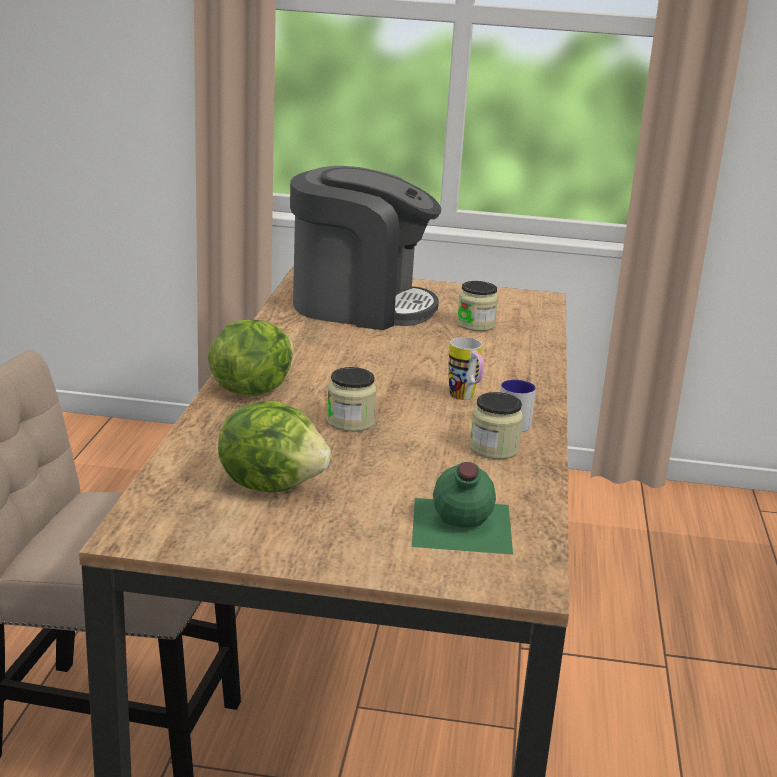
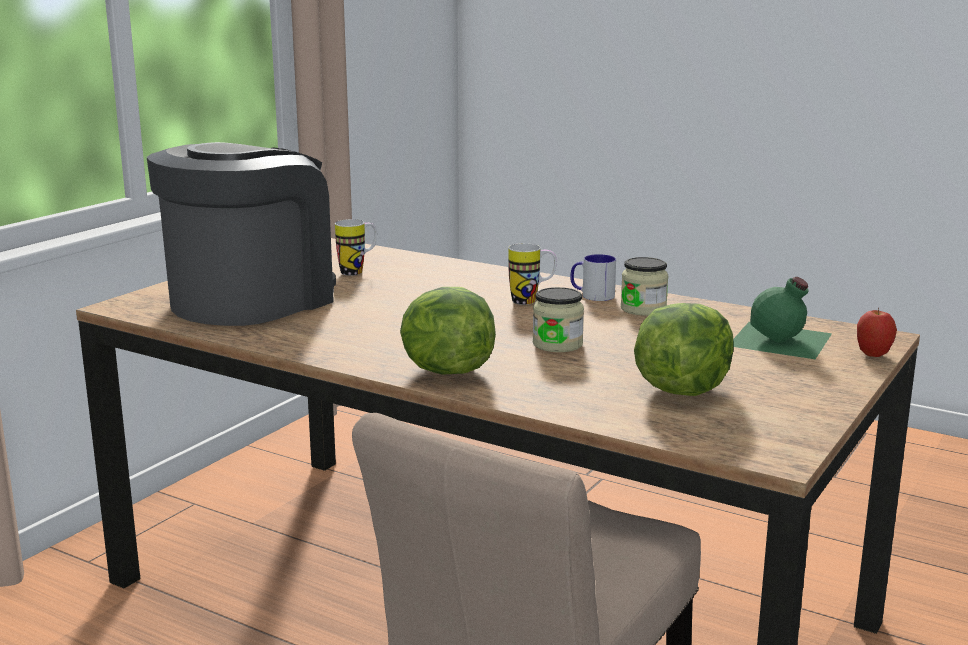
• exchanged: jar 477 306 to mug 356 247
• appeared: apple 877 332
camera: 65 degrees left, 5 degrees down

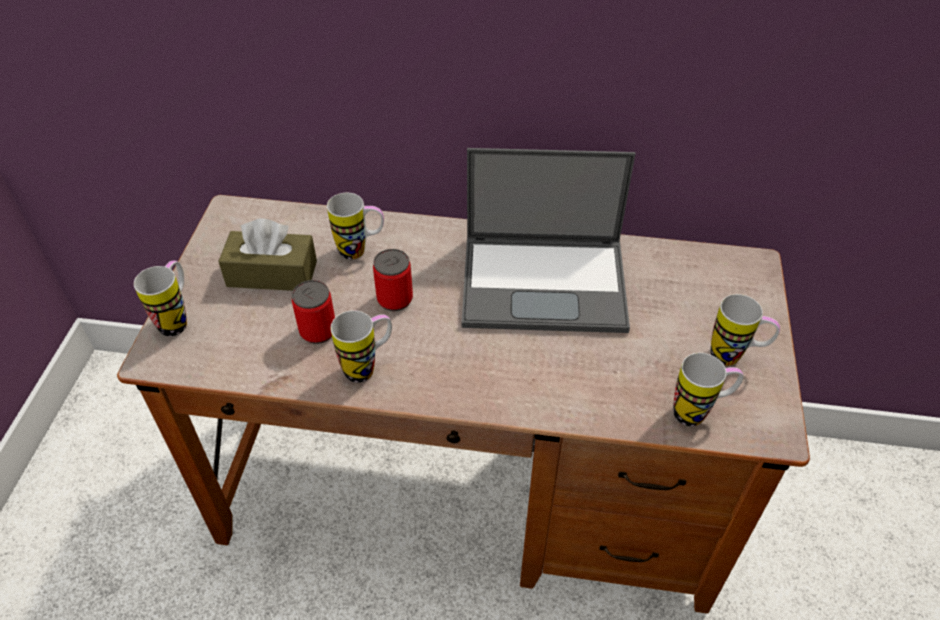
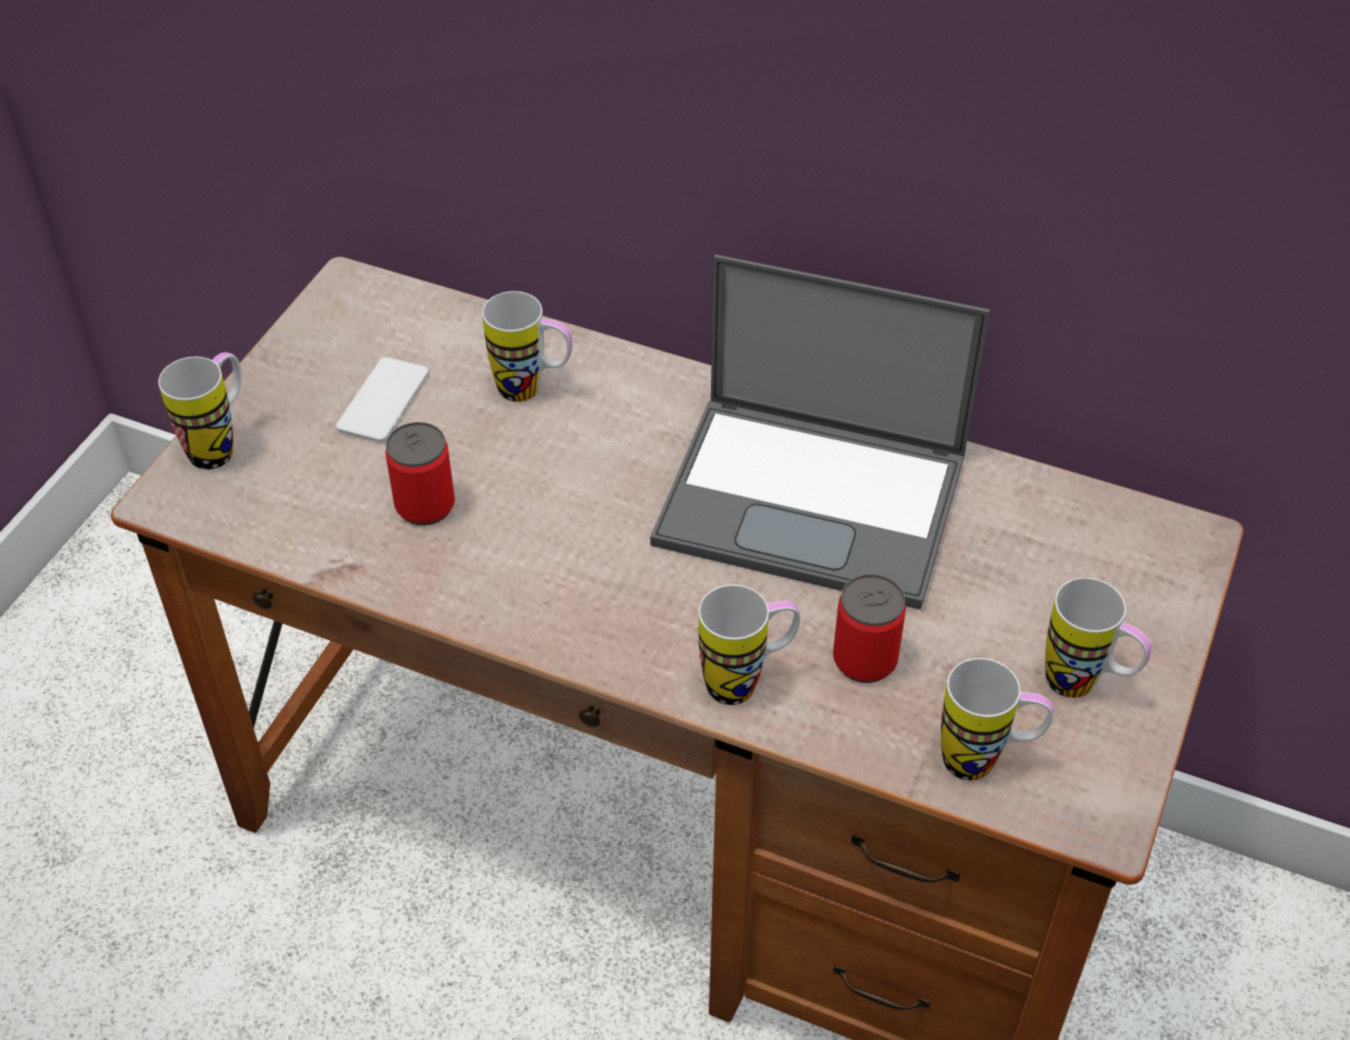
• exchanged: tissue box (brown) 267 255 to phone 382 399
• relocated: mug 361 346 to 749 645
• relocated: can 393 280 to 869 628
camera: 15 degrees right, 0 degrees up

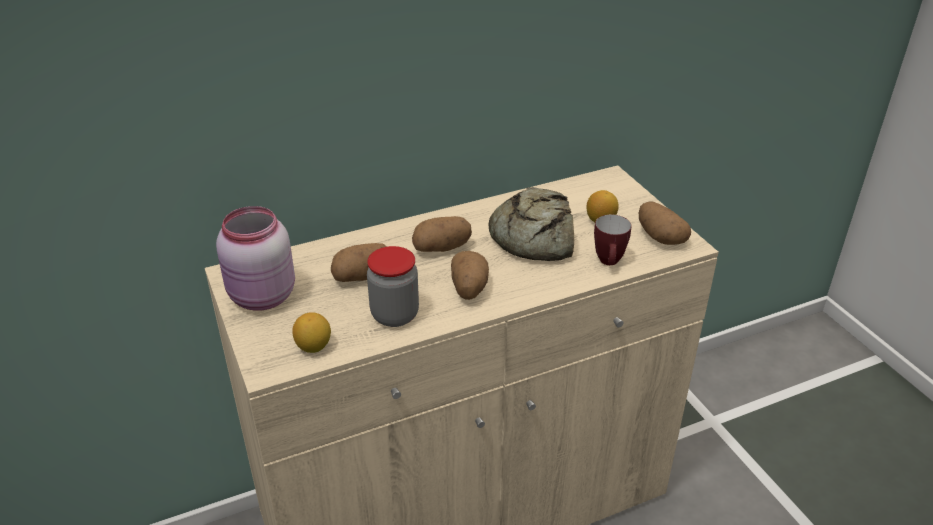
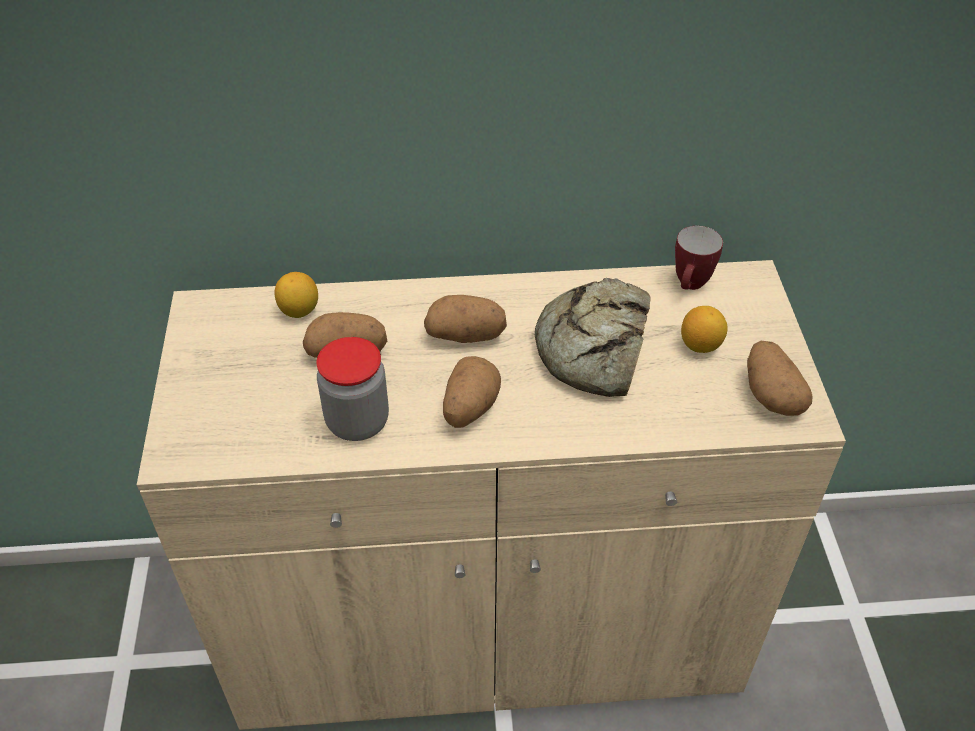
• relocated: lemon 311 332 to 296 295
• relocated: mug 612 239 to 699 258
• missing: jar (pink) 255 258
camera: 20 degrees right, 10 degrees up

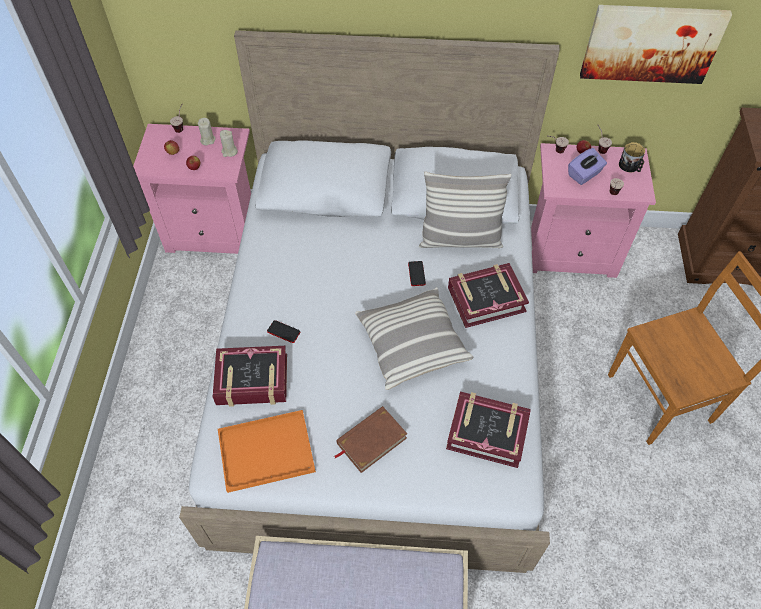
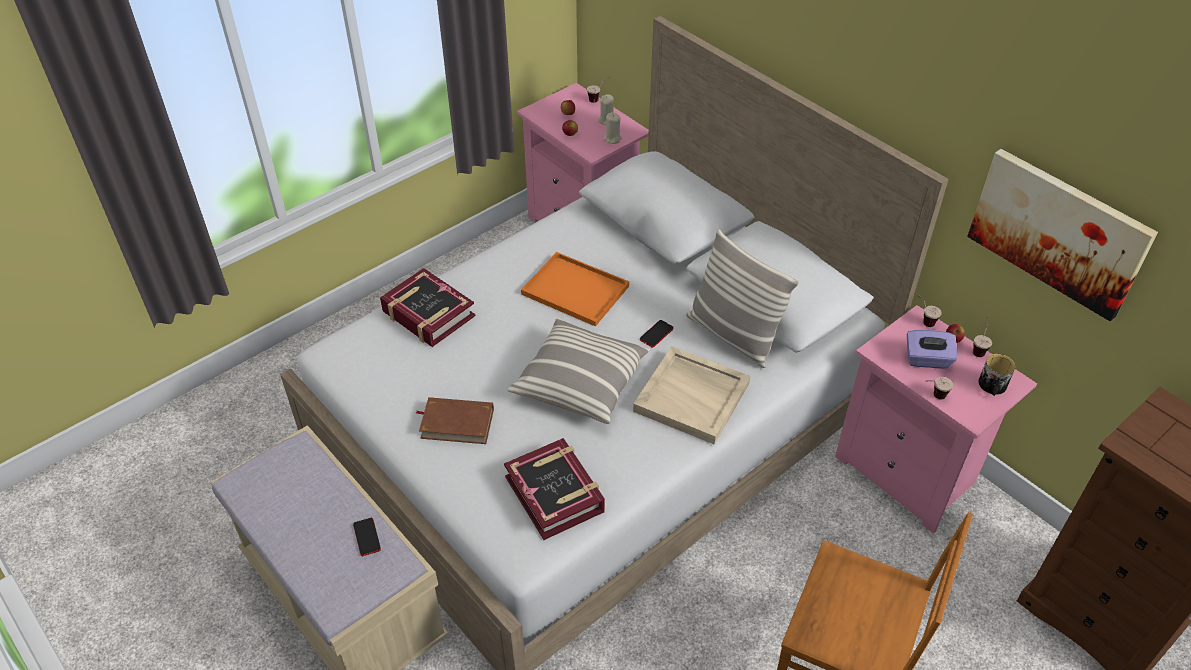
• relocated: phone 284 331 to 367 537
• relocated: tray (orange) 267 451 to 575 289
• exchanged: book 488 295 to tray (beige) 691 395
camera: 45 degrees right, 10 degrees down

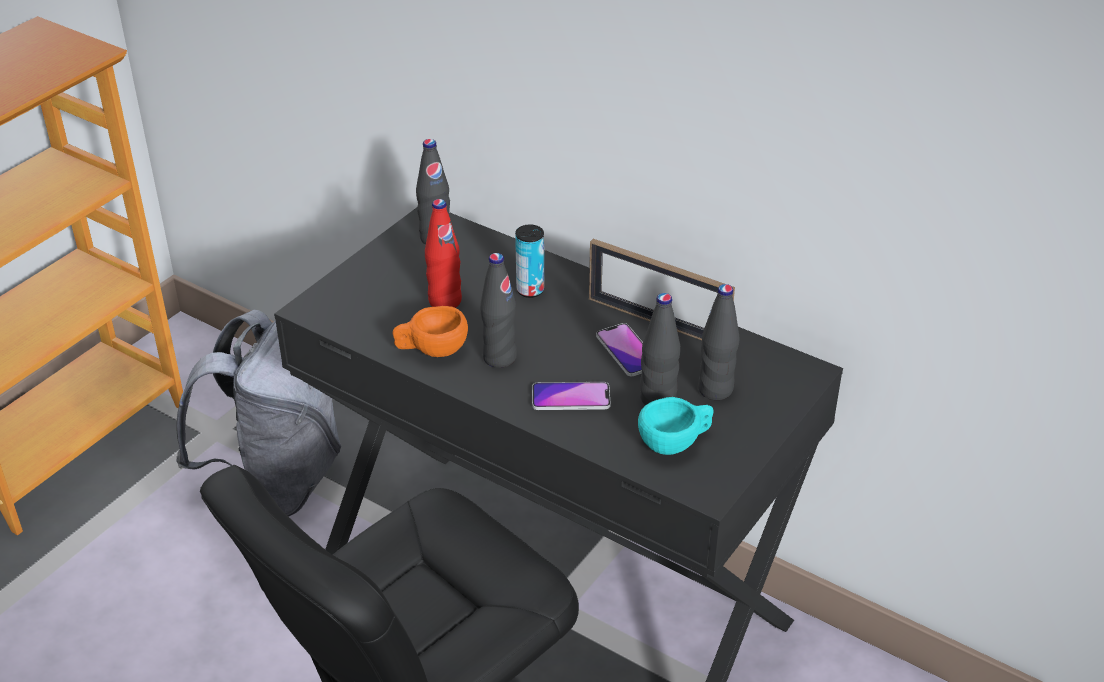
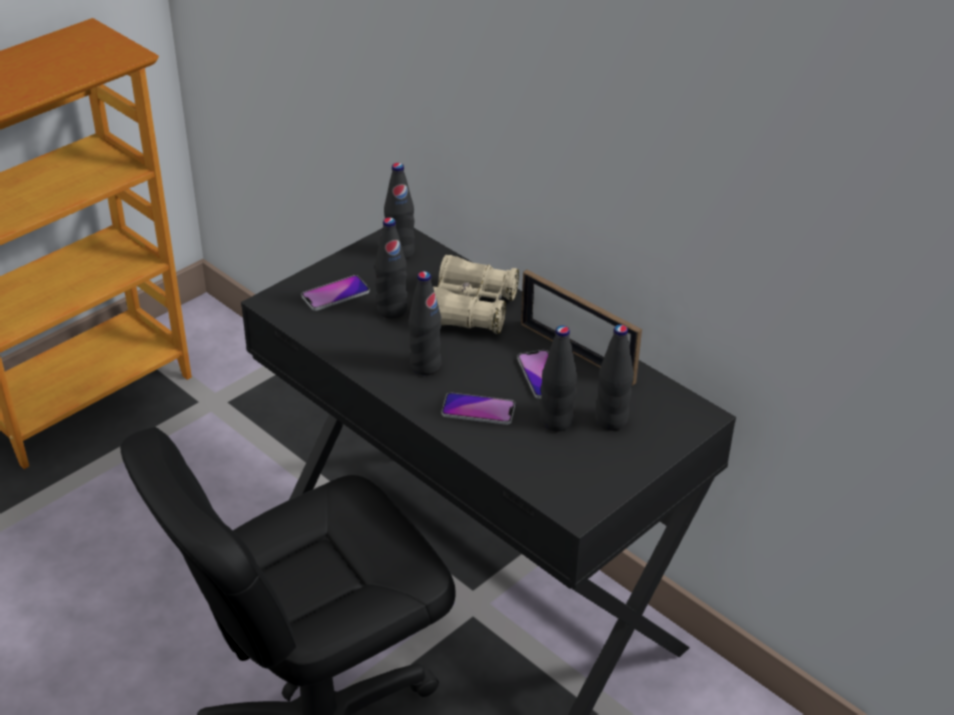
• appeared: phone 336 293
• colour: bottle (red) 443 253 to bottle (black) 391 267
• exchanged: can 529 261 to binoculars (beige) 476 294
• missing: backpack (grey) 259 413
• missing: cup (orange) 430 331
• missing: cup (turquoise) 676 426
camera: 10 degrees right, 0 degrees up

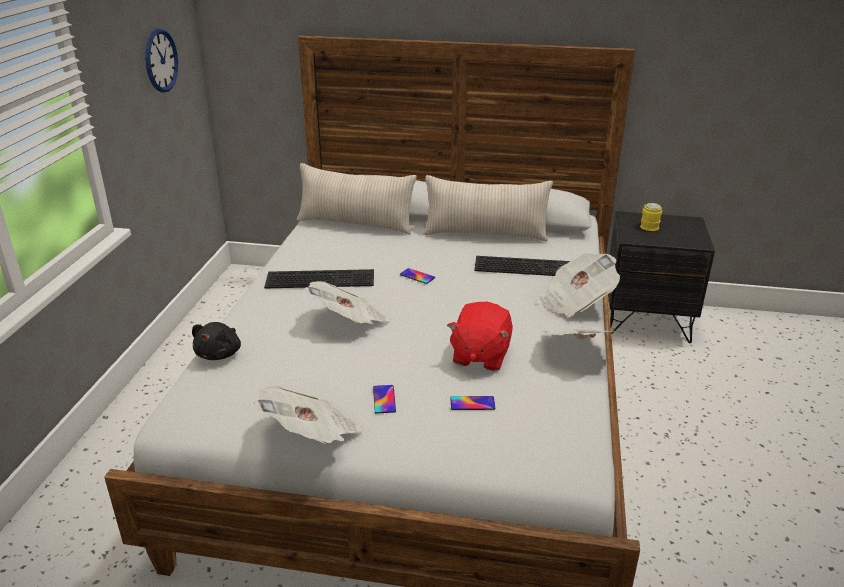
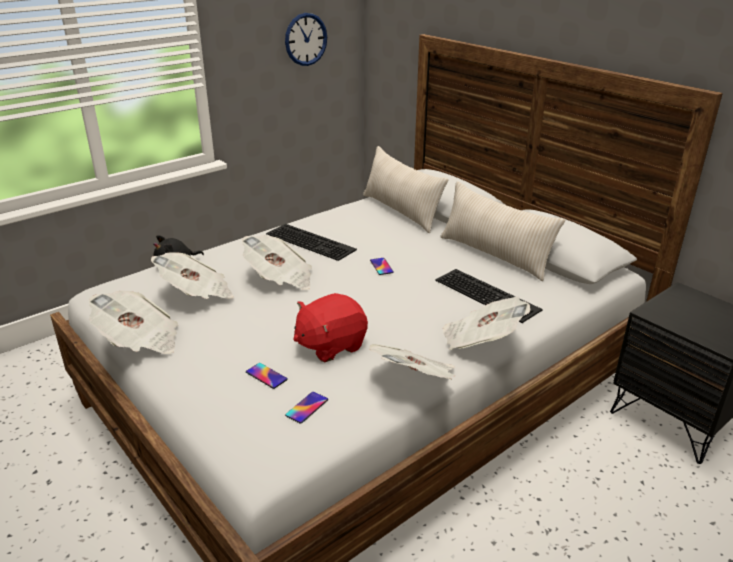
• appeared: newspaper 192 275
• relocated: phone 384 399 to 306 408
• missing: mug (yellow) 651 217
camera: 40 degrees right, 0 degrees up

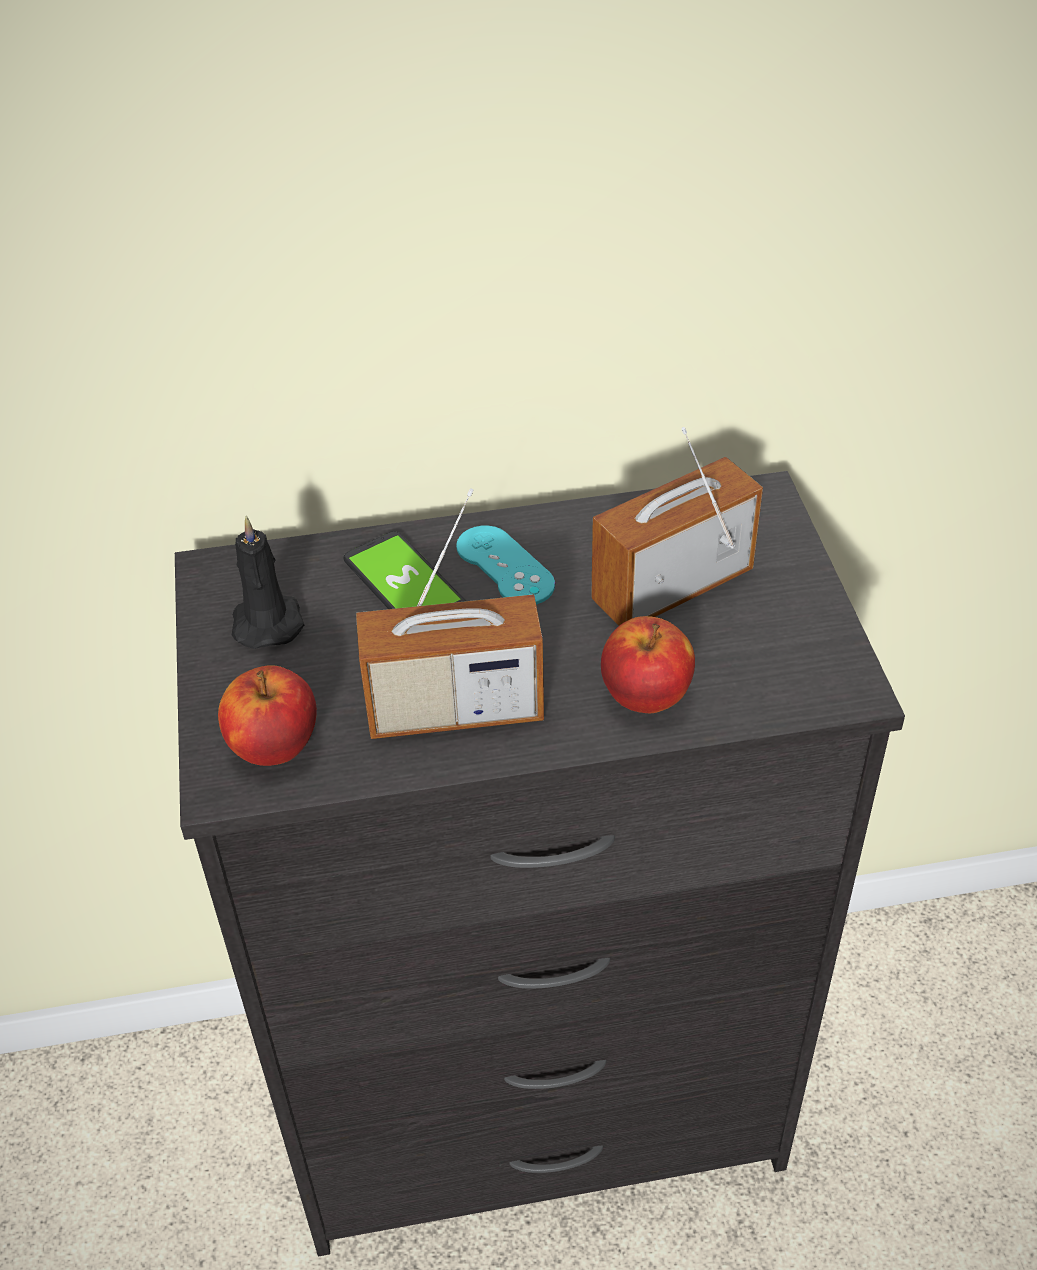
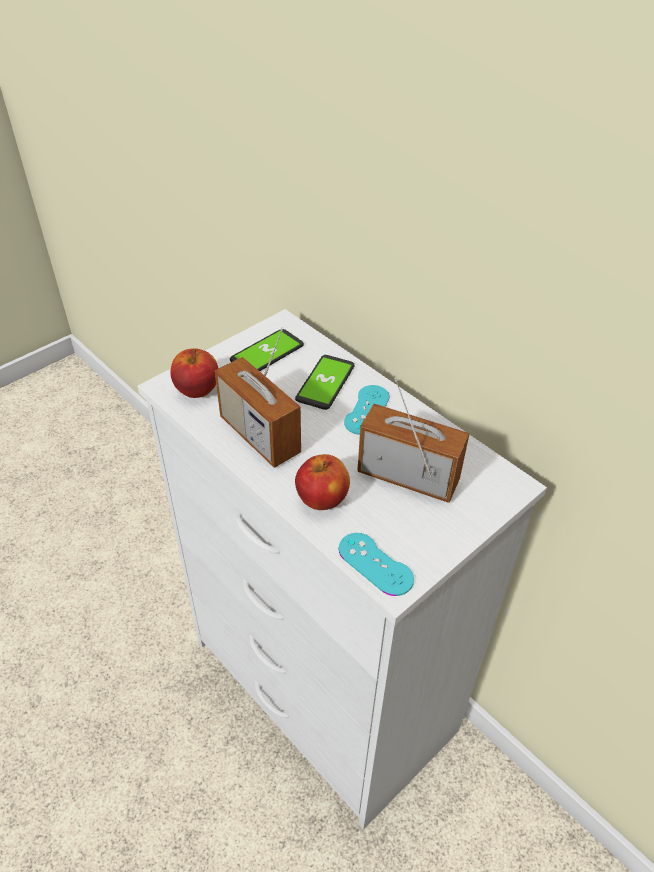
• colour: dresser (black) 540 864 to dresser (white) 342 569
• exchanged: candle (black) 268 582 to phone 267 350
• appeared: game controller (turquoise) 376 564
camera: 55 degrees right, 0 degrees up

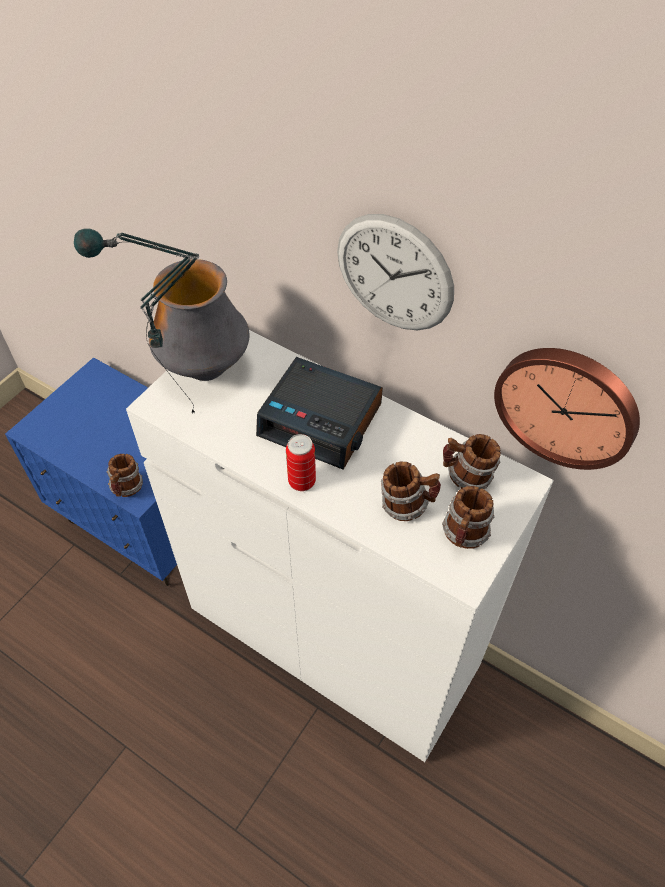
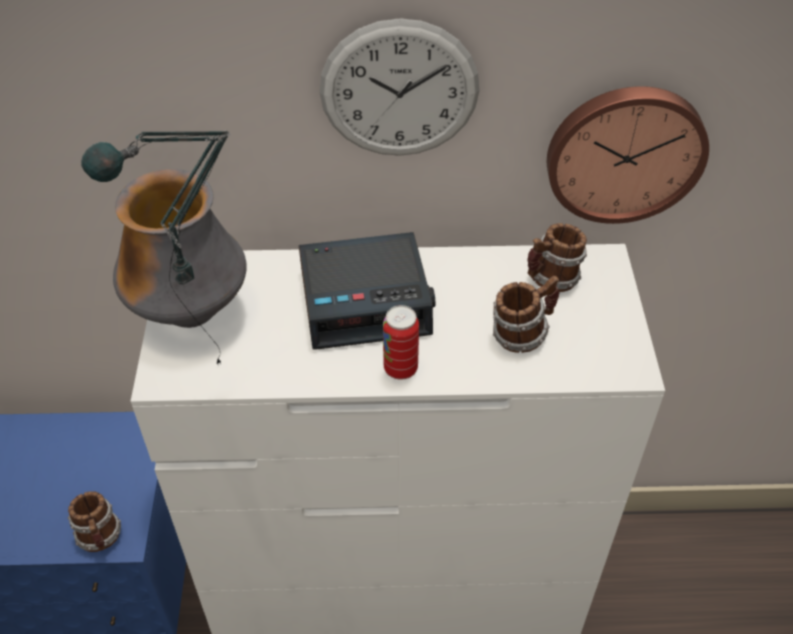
• missing: mug 468 517
camera: 35 degrees left, 5 degrees down

